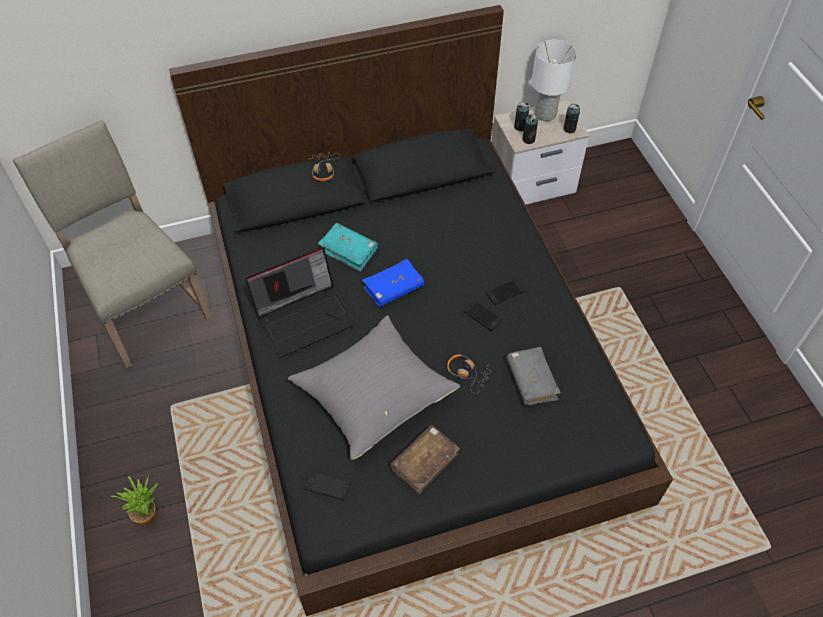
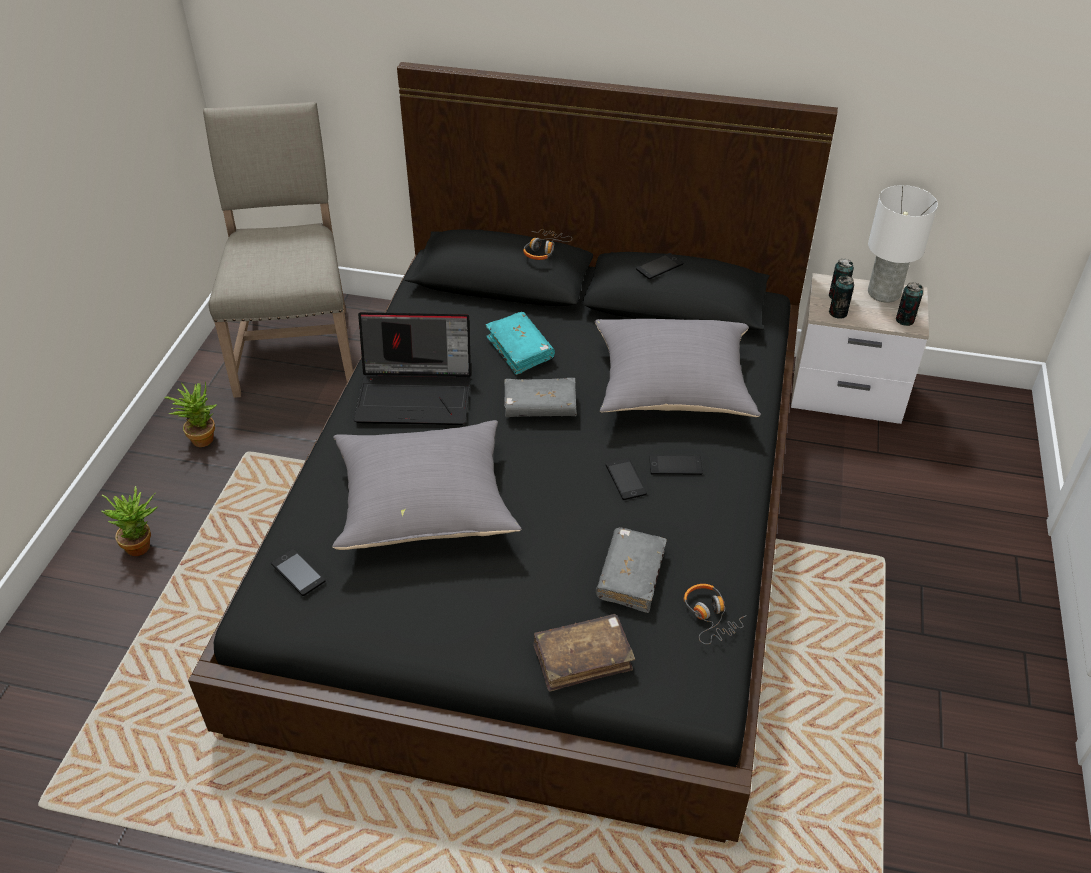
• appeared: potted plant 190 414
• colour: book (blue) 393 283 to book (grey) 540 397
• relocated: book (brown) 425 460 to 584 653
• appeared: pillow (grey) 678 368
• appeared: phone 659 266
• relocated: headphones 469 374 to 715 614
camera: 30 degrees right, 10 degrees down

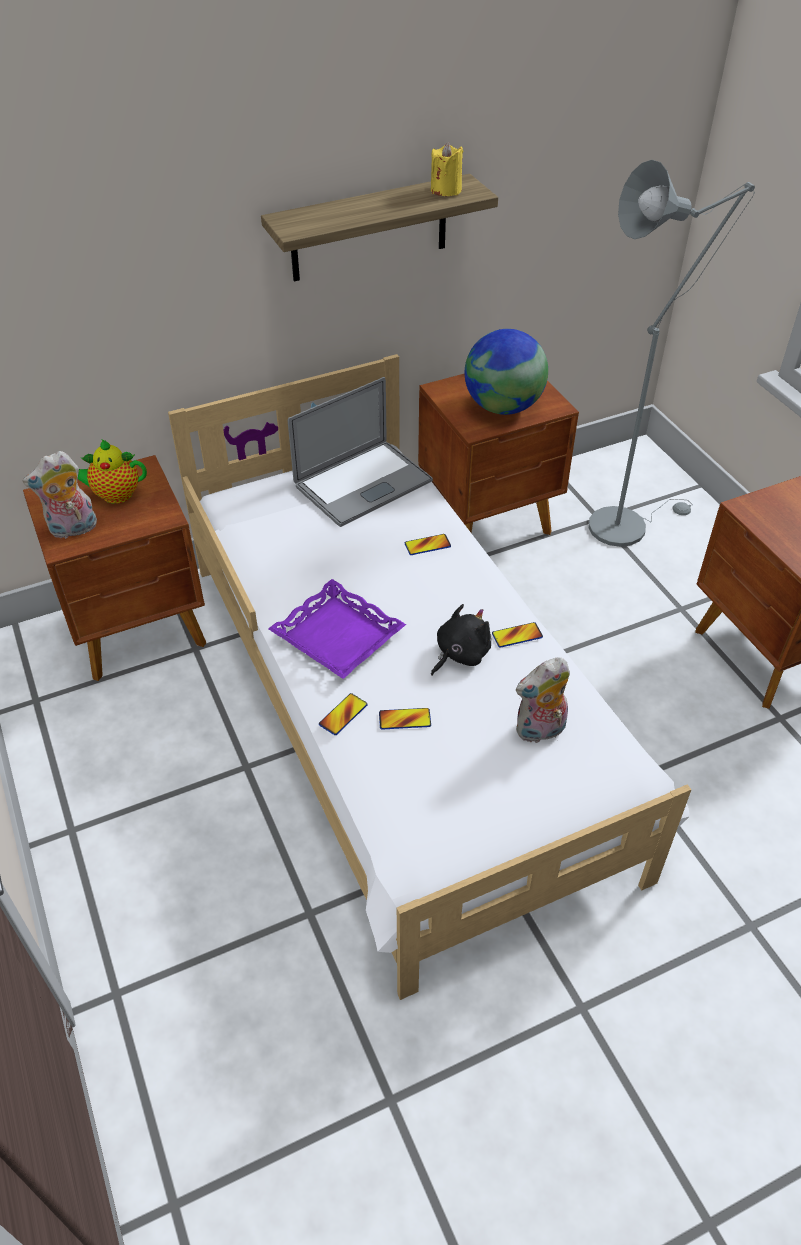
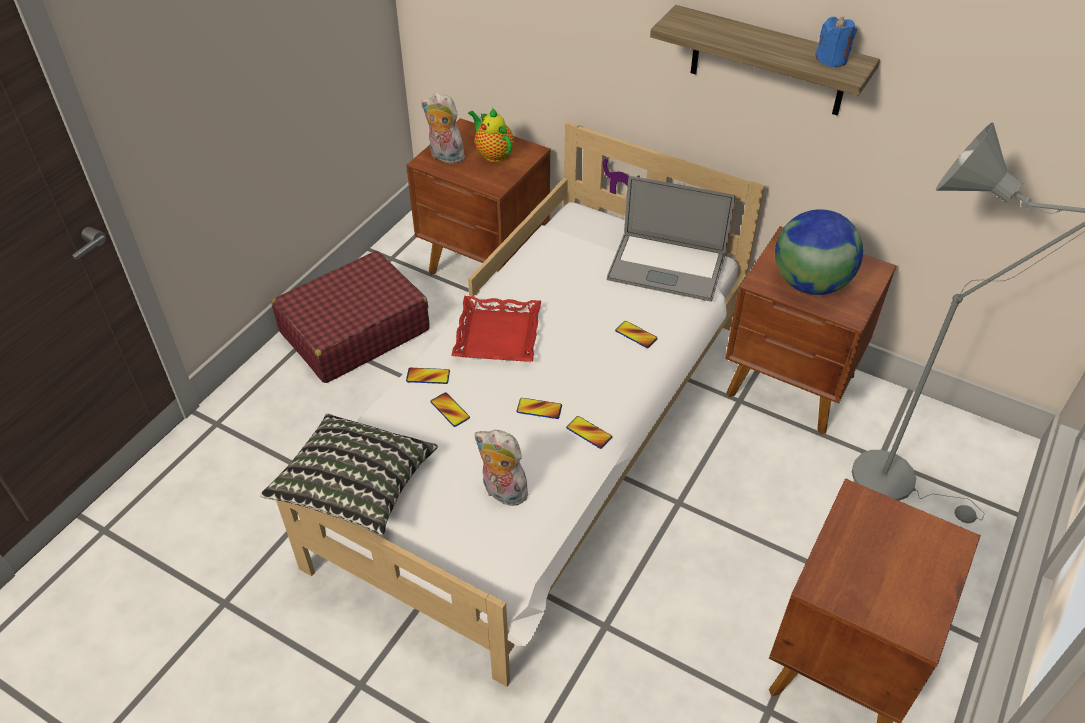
• appeared: pillow 349 474
• appeared: suitcase (red) 351 317
• colour: tray (purple) 337 629 to tray (red) 496 329
• exchanged: plush toy (black) 461 640 to phone 539 408
• colour: candle (yellow) 447 169 to candle (blue) 836 42
camera: 55 degrees right, 0 degrees up

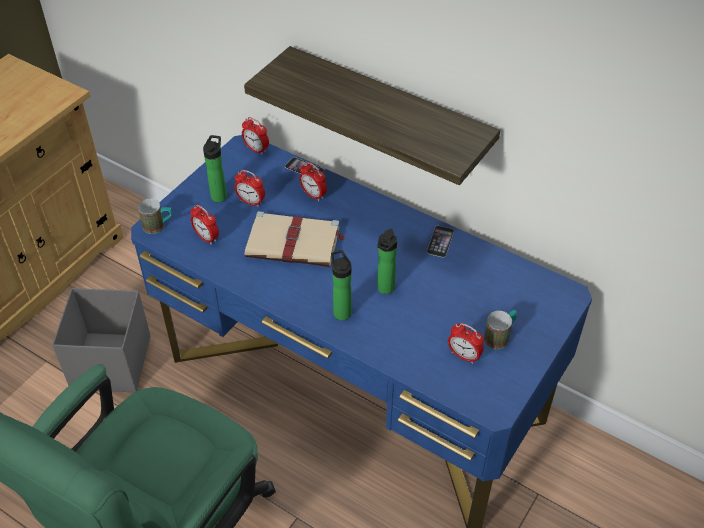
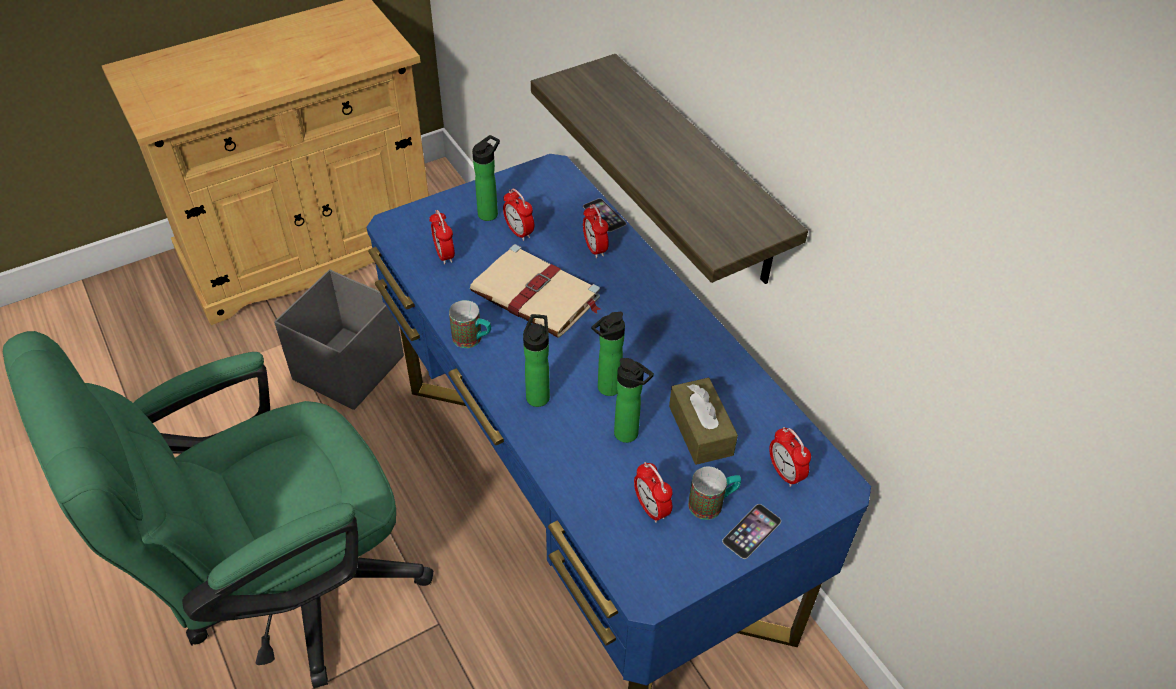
• relocated: mug 155 216 to 470 324
• appeared: bottle 634 400
• appeared: tissue box (brown) 703 421
• relocated: phone 440 241 to 751 531
• relocated: alarm clock 255 136 to 790 457
camera: 25 degrees right, 0 degrees up

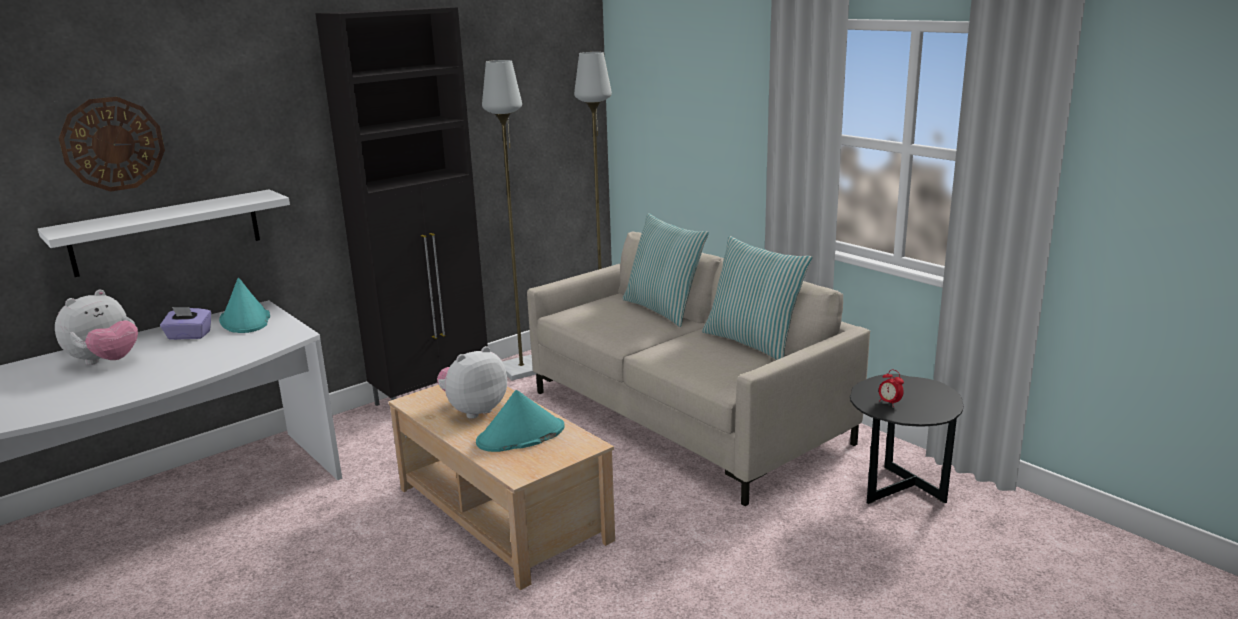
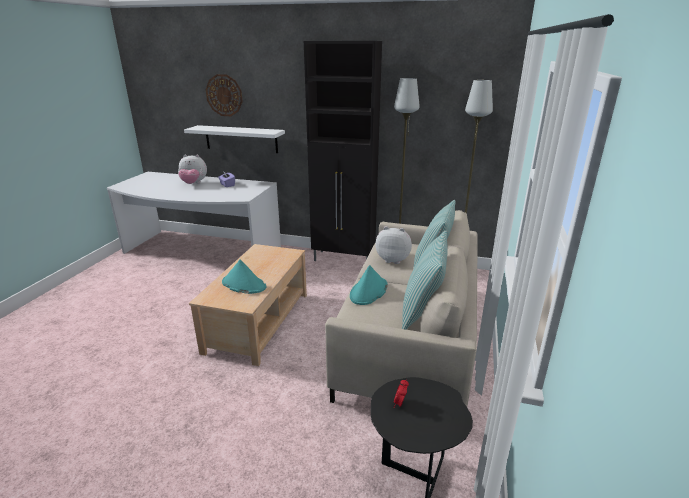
• relocated: hat (turquoise) 244 305 to 369 285
• relocated: plush toy 472 382 to 393 245
camera: 55 degrees right, 5 degrees up

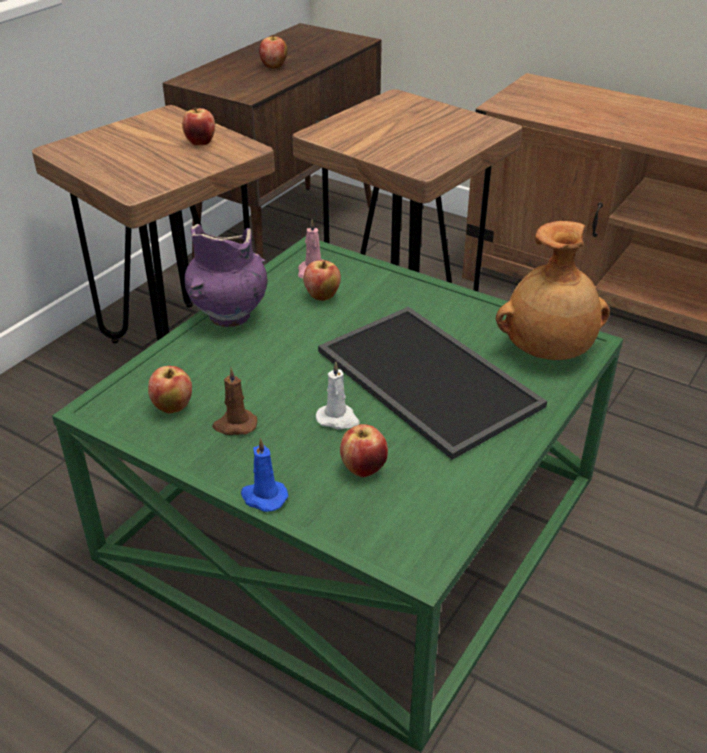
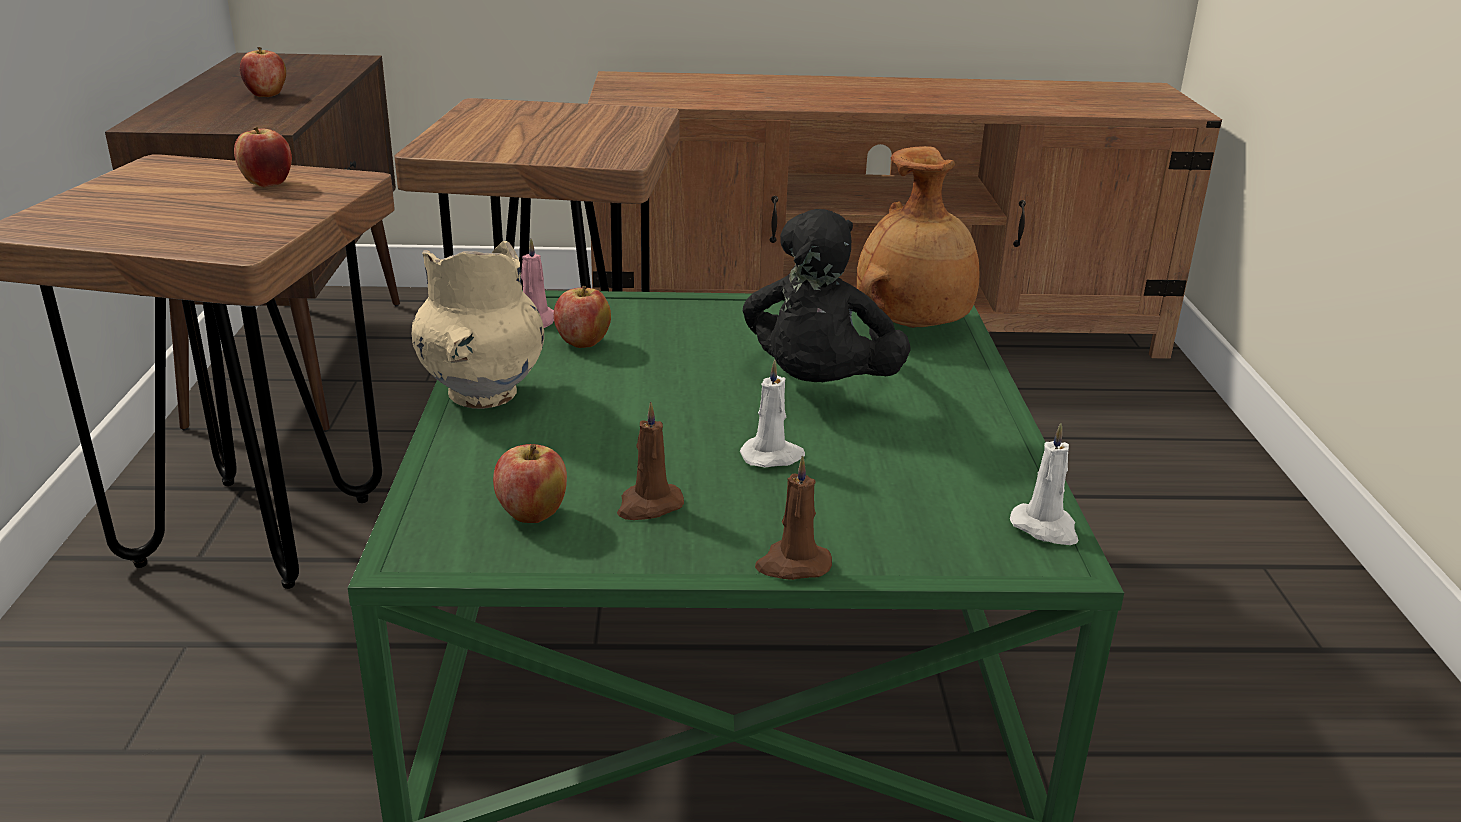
• colour: vase (purple) 226 275 to vase (beige) 478 325
• exchanged: tray 432 383 to plush toy (black) 826 295
• colour: candle (blue) 264 474 to candle (brown) 793 517
• appeared: candle (white) 1044 484
• missing: apple 364 450
camera: 35 degrees left, 10 degrees down

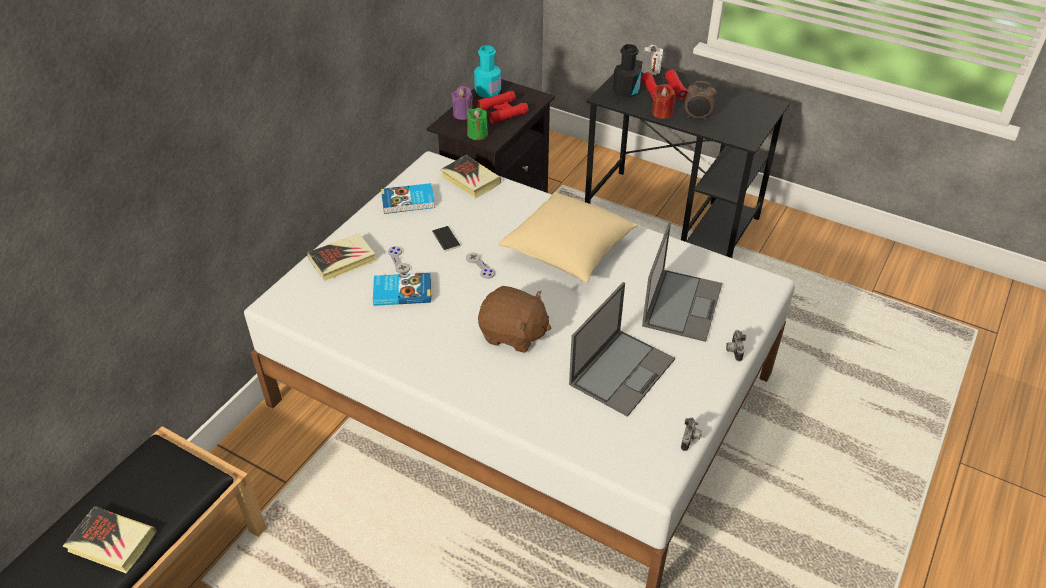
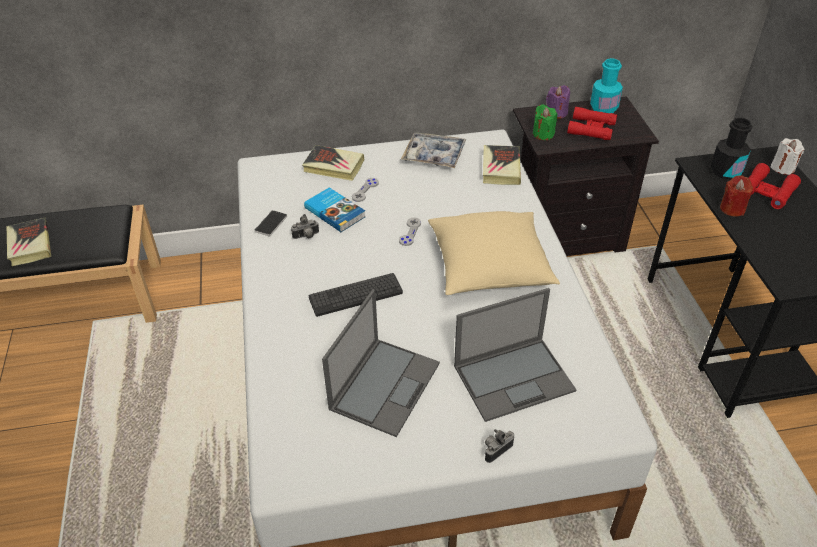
• relocated: phone 446 239 to 271 223
• relocated: photo camera 691 434 to 305 226
• exchanged: plush toy (brown) 514 319 to keyboard 356 295
• spun: laptop 622 349 = 381 363 60 degrees counterclockwise
• exchanged: book 408 198 to tray 433 150
• missing: alarm clock 700 100
camera: 50 degrees right, 0 degrees up

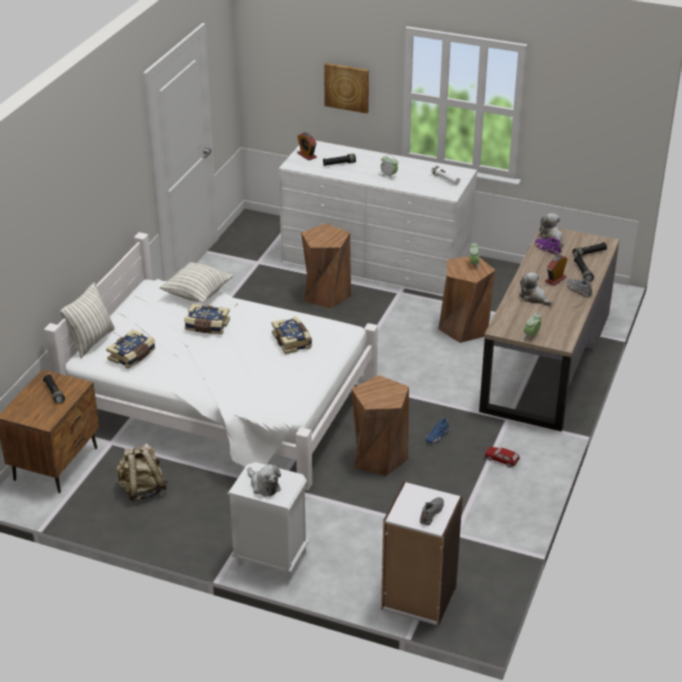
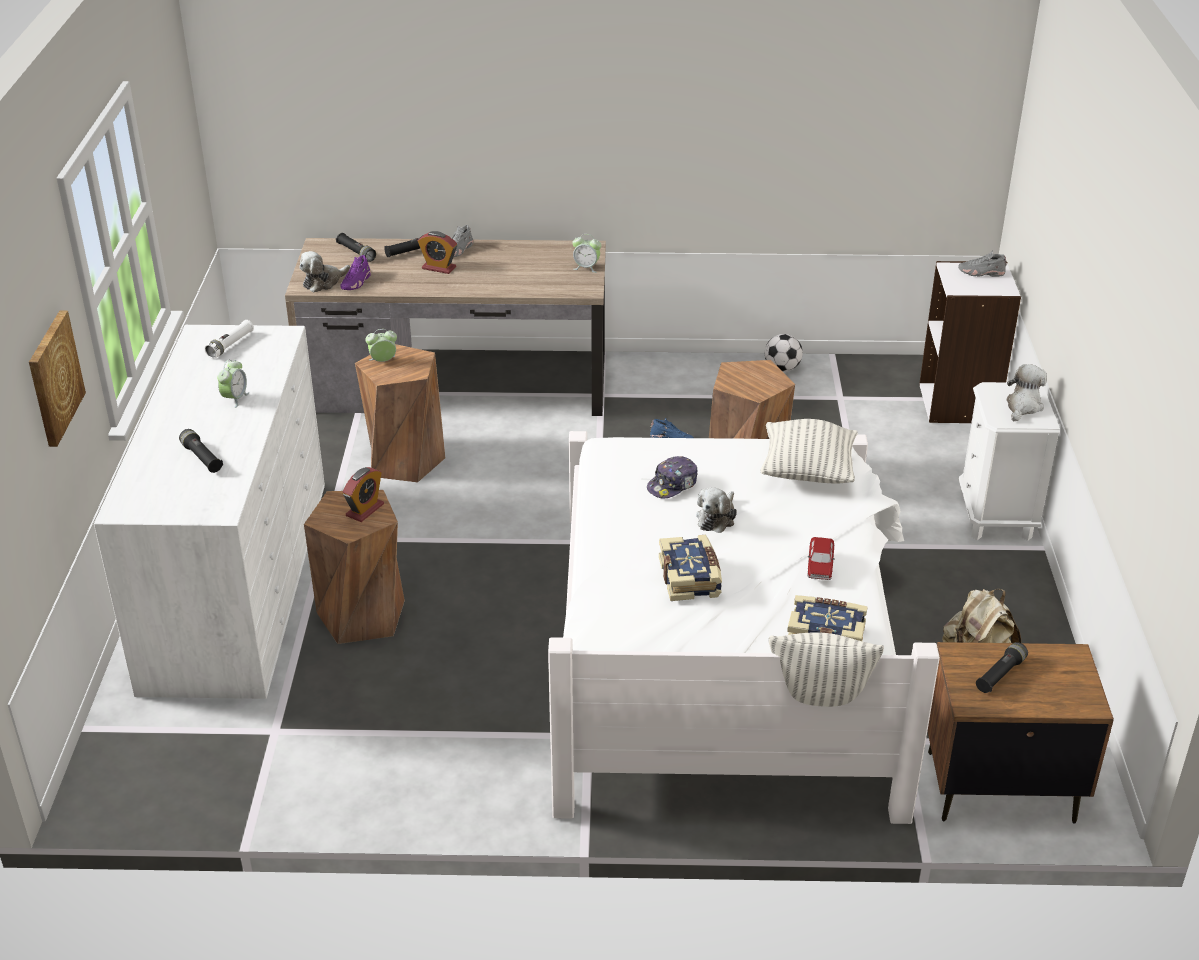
• relocated: alarm clock 307 146 to 363 494
• exchanged: book 292 335 to cap 672 477
• relocated: plush toy 535 289 to 716 510
• relocated: pillow 196 282 to 809 451
• appeared: football 784 353
• relocated: toy car 502 457 to 821 558
camera: 110 degrees left, 0 degrees up

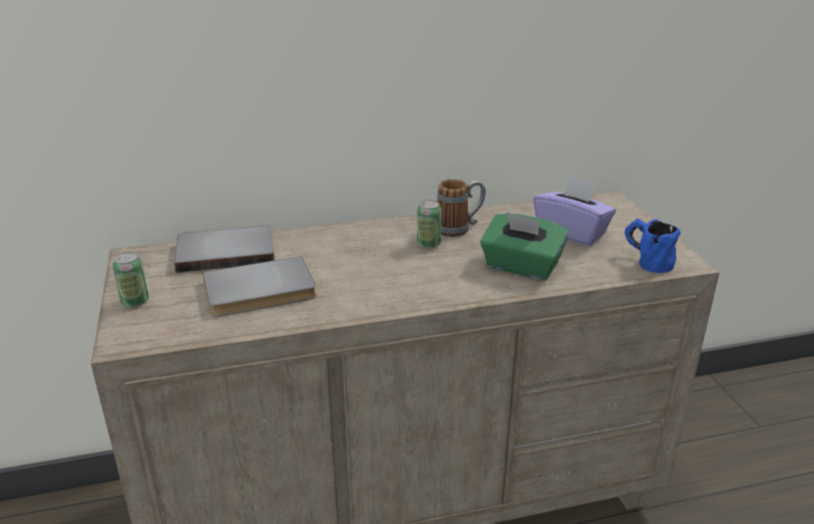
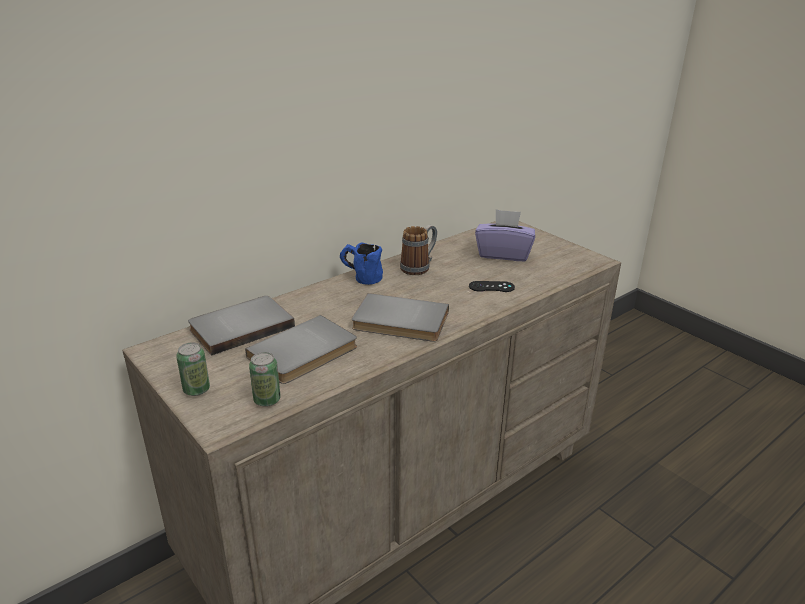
• relocated: can 429 224 to 265 379
• relocated: mug (blue) 652 245 to 361 263
• appeared: book (grey) 400 317
• exchanged: tissue box (green) 524 246 to game controller (black) 492 286
camera: 25 degrees left, 0 degrees up

